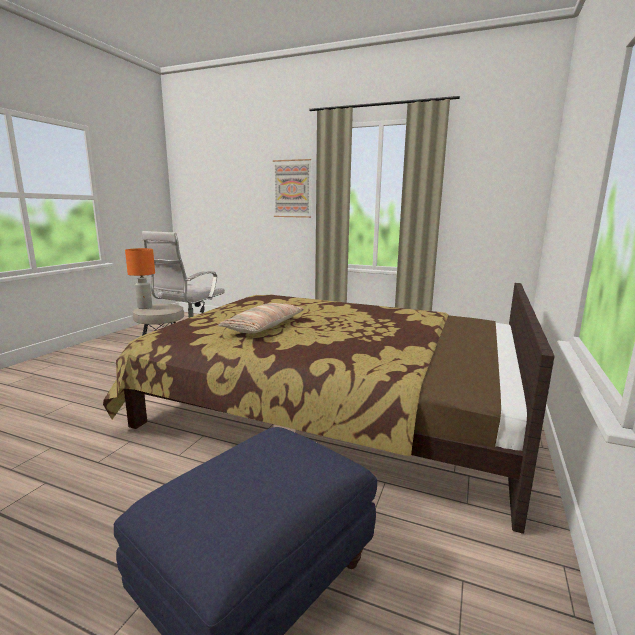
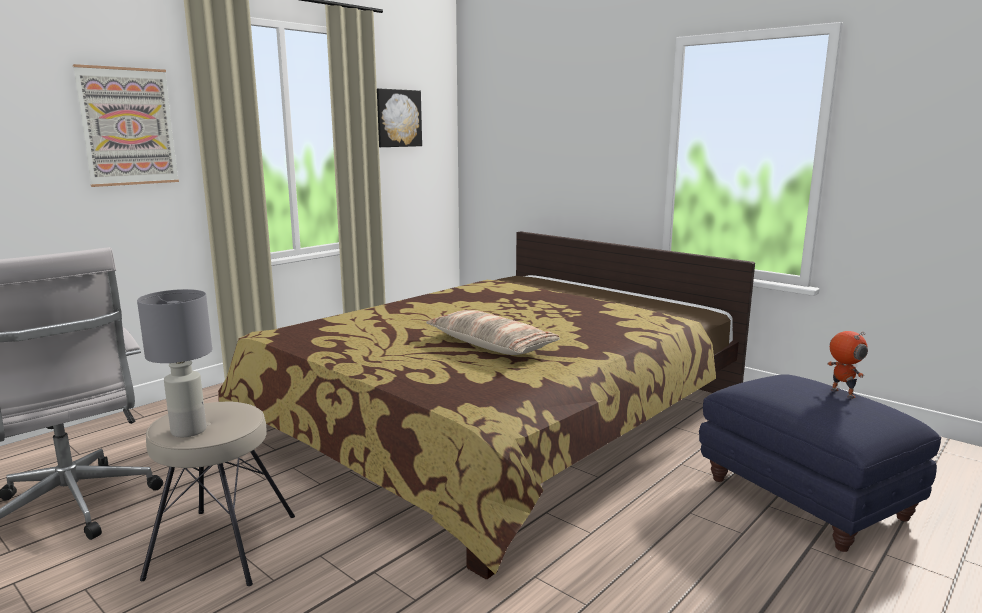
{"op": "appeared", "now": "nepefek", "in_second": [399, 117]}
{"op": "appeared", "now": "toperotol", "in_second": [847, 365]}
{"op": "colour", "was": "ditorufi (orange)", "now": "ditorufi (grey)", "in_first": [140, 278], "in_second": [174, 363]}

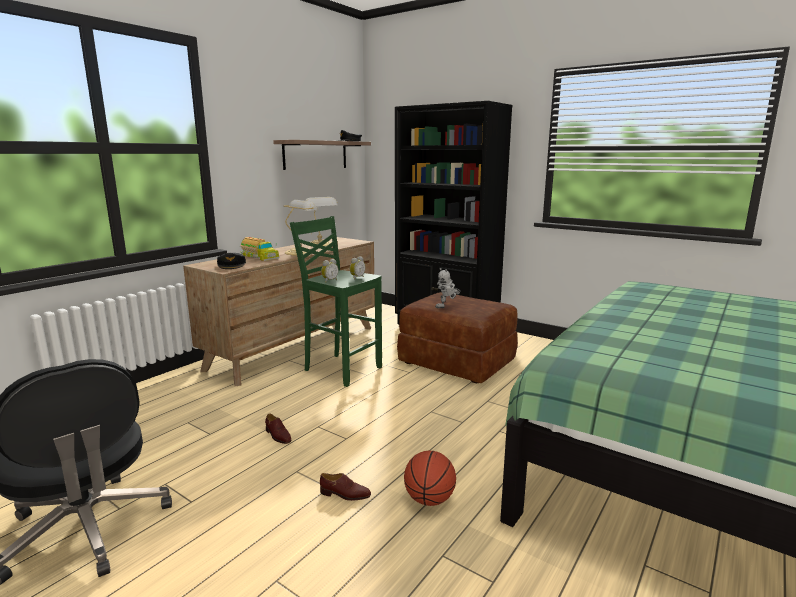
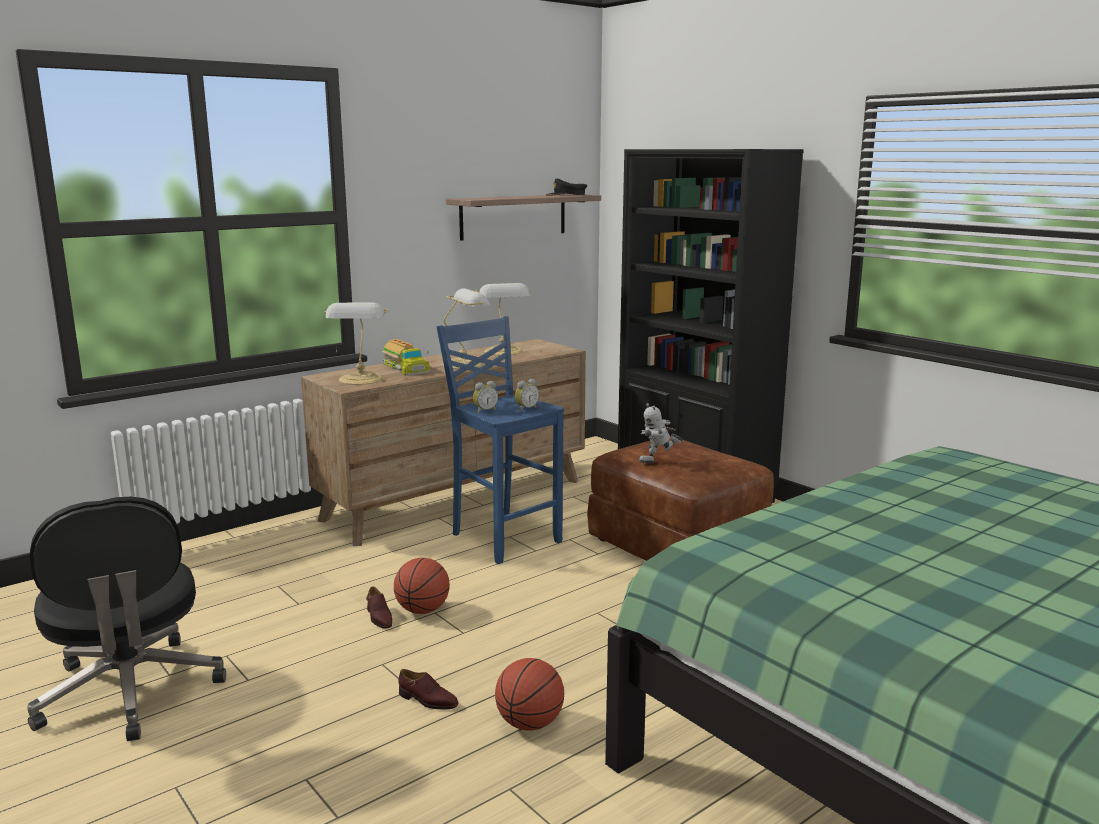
{"op": "appeared", "now": "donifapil", "in_second": [422, 586]}
{"op": "exchanged", "was": "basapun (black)", "now": "ditorufi", "in_first": [231, 261], "in_second": [356, 344]}
{"op": "colour", "was": "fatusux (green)", "now": "fatusux (blue)", "in_first": [336, 301], "in_second": [500, 440]}

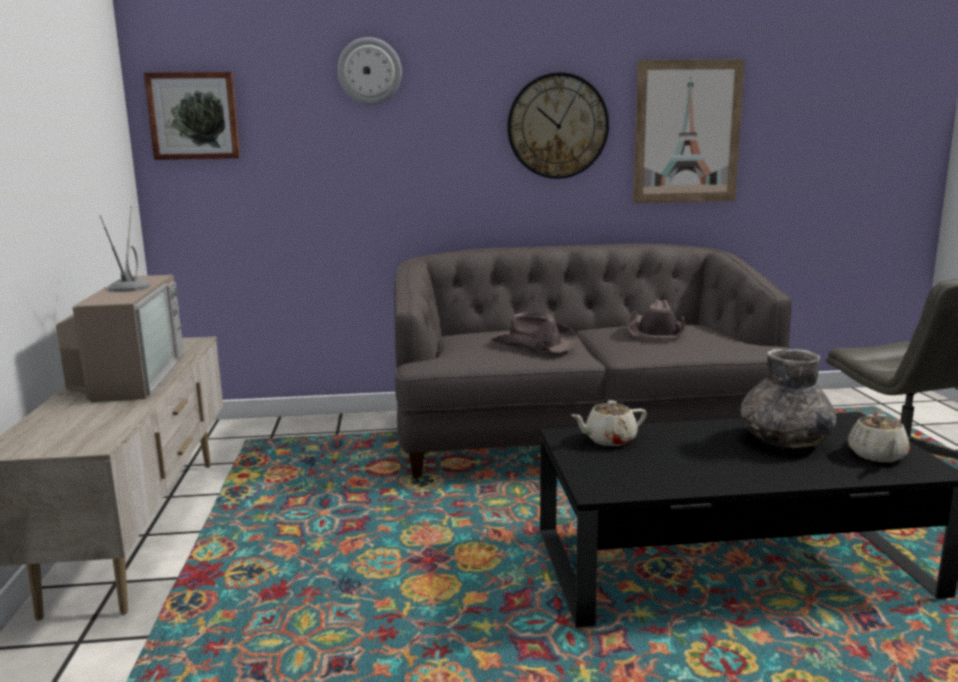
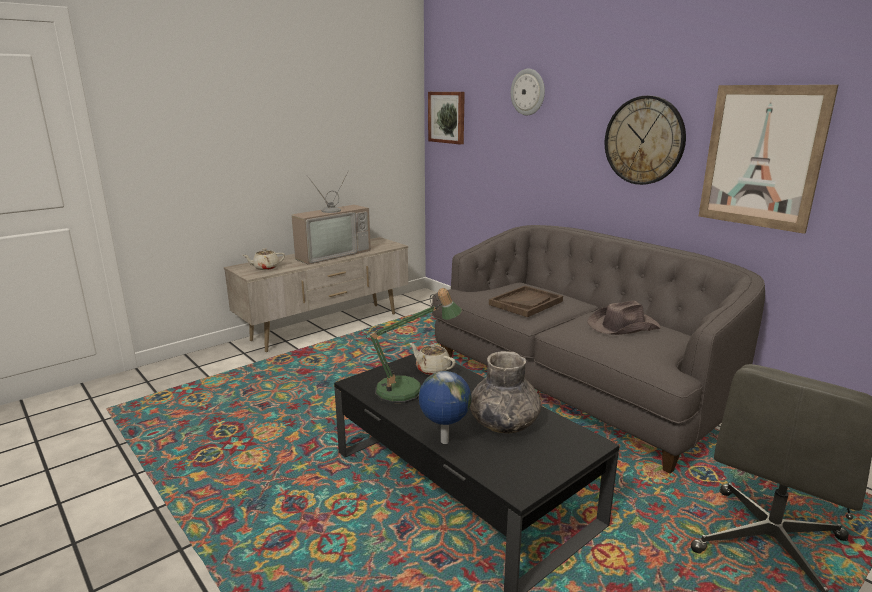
{"op": "appeared", "now": "ditorufi", "in_second": [414, 346]}
{"op": "appeared", "now": "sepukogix", "in_second": [445, 407]}
{"op": "relocated", "was": "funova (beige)", "in_first": [879, 437], "in_second": [264, 259]}
{"op": "exchanged", "was": "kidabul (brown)", "now": "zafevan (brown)", "in_first": [535, 332], "in_second": [526, 301]}

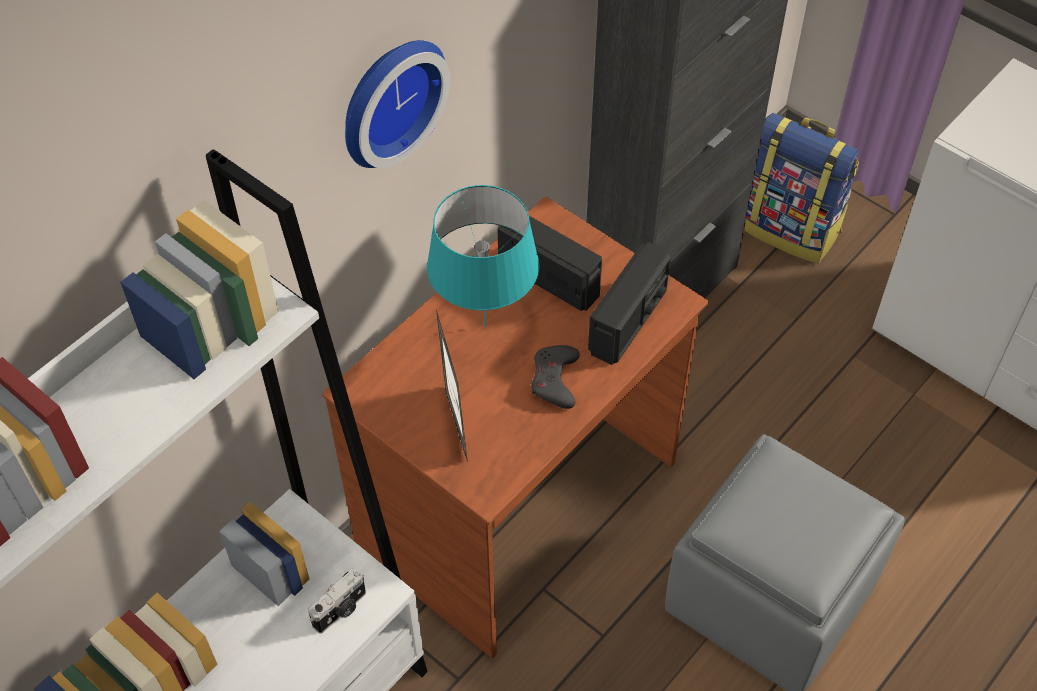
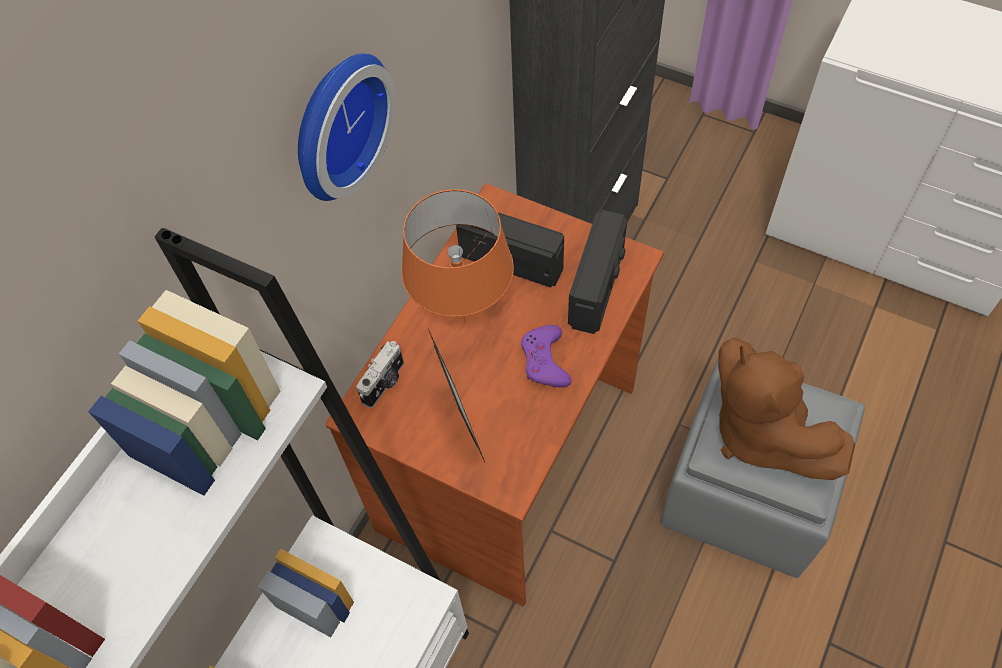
{"op": "missing", "was": "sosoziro", "in_first": [801, 188]}
{"op": "appeared", "now": "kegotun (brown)", "in_second": [786, 408]}
{"op": "relocated", "was": "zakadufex", "in_first": [337, 601], "in_second": [380, 374]}
{"op": "colour", "was": "ditorufi (turquoise)", "now": "ditorufi (orange)", "in_first": [483, 256], "in_second": [457, 256]}
{"op": "colour", "was": "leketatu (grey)", "now": "leketatu (purple)", "in_first": [555, 377], "in_second": [546, 356]}

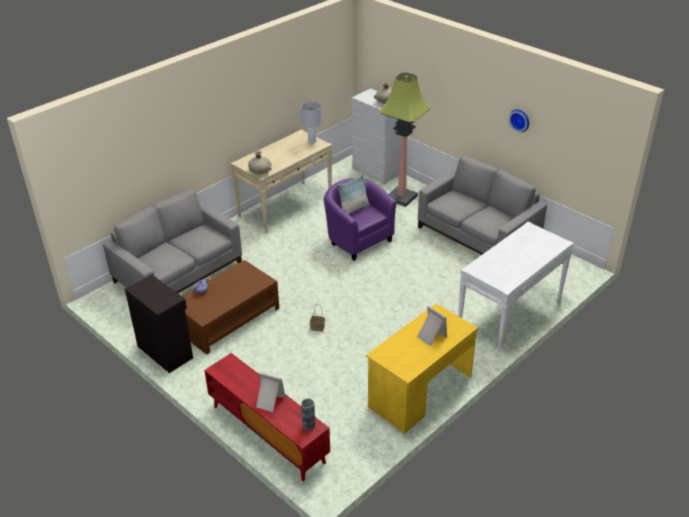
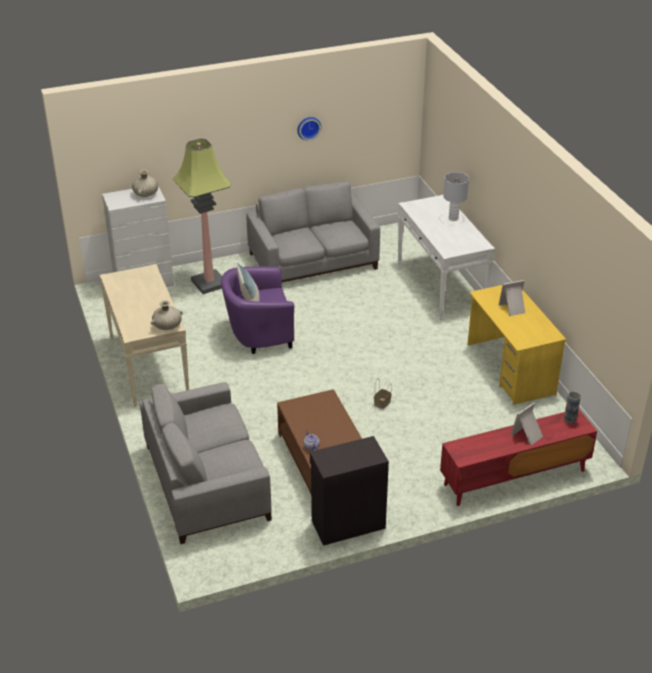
{"op": "relocated", "was": "ditorufi (grey)", "in_first": [311, 123], "in_second": [456, 196]}

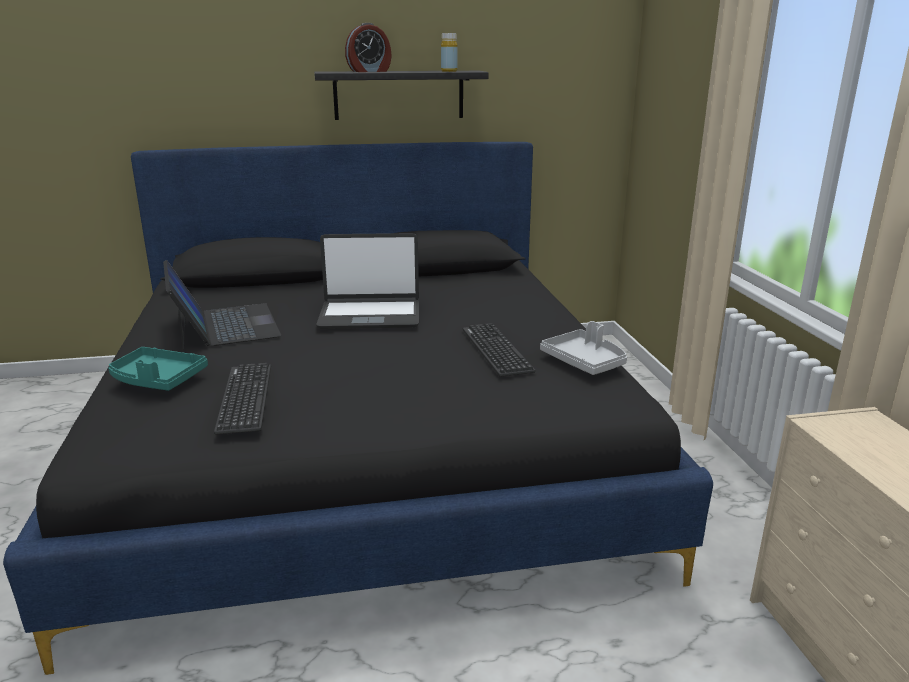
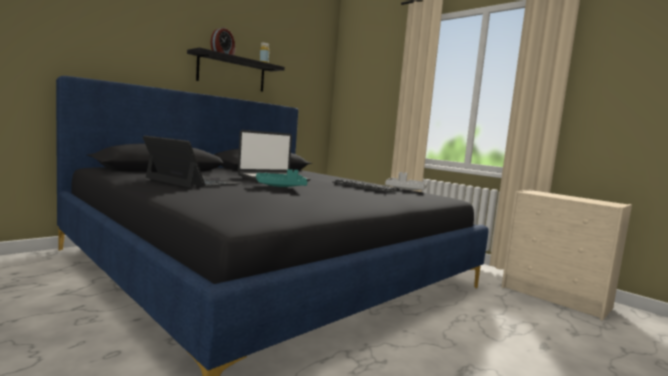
{"op": "missing", "was": "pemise", "in_first": [242, 398]}
{"op": "relocated", "was": "zafevan (turquoise)", "in_first": [158, 369], "in_second": [282, 178]}

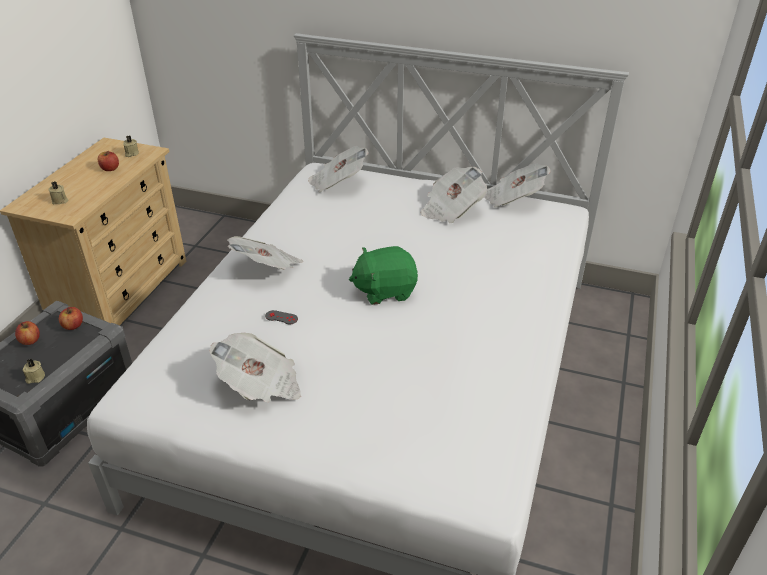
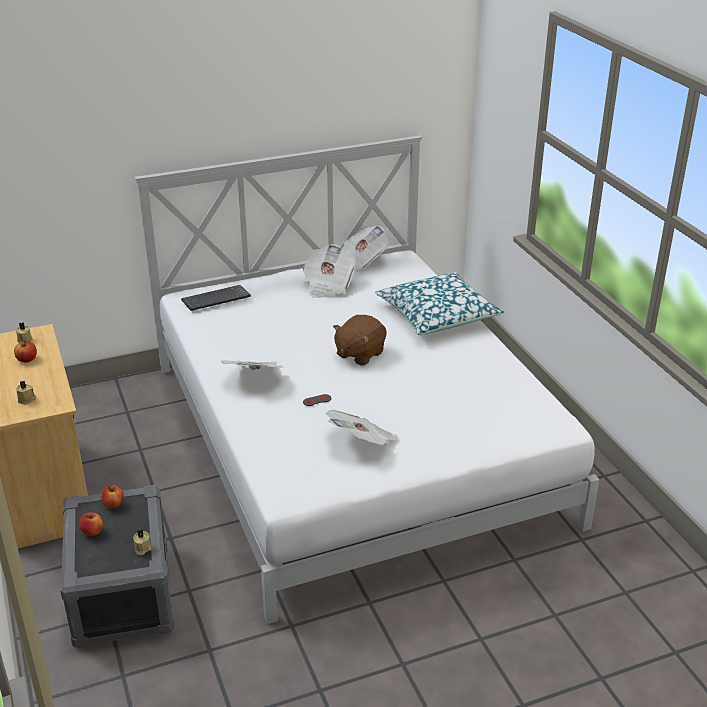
{"op": "appeared", "now": "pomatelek", "in_second": [440, 303]}
{"op": "exchanged", "was": "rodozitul", "now": "pemise", "in_first": [338, 169], "in_second": [216, 298]}
{"op": "colour", "was": "kegotun (green)", "now": "kegotun (brown)", "in_first": [383, 275], "in_second": [360, 340]}

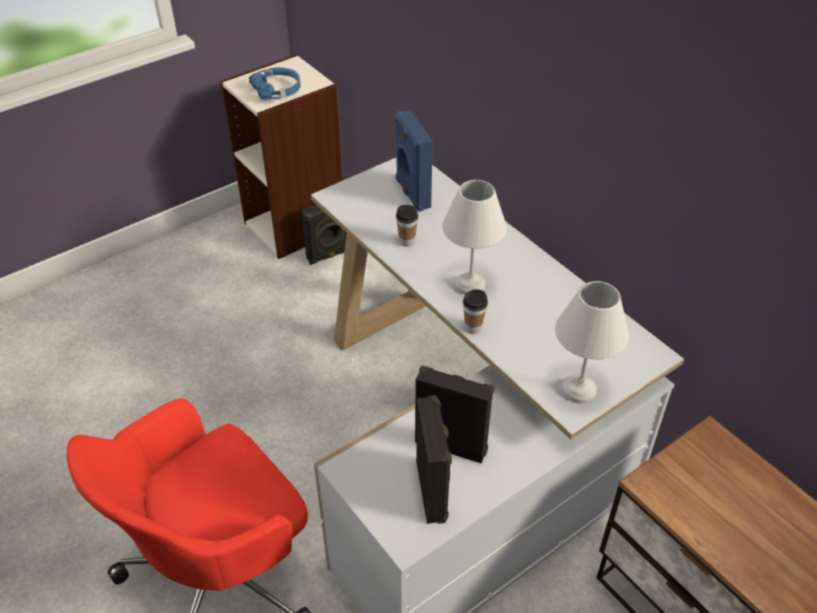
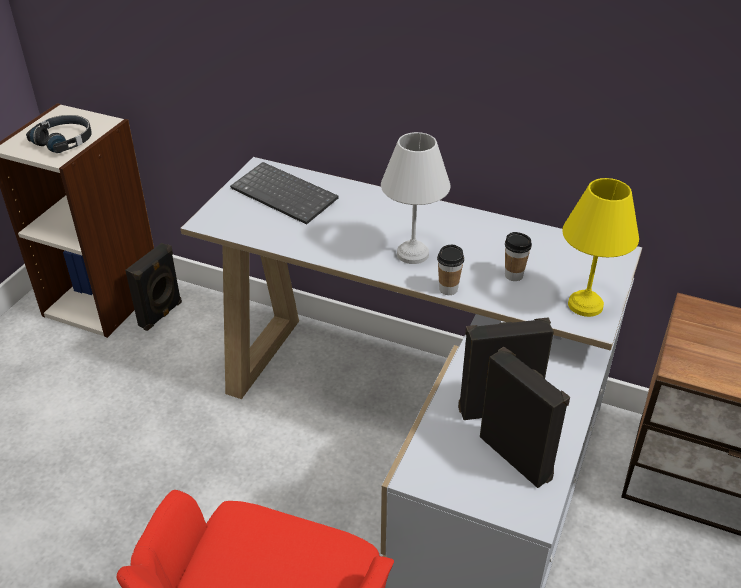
{"op": "relocated", "was": "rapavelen", "in_first": [407, 226], "in_second": [518, 256]}
{"op": "exchanged", "was": "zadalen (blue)", "now": "pemise", "in_first": [414, 161], "in_second": [284, 193]}
{"op": "colour", "was": "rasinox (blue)", "now": "rasinox (black)", "in_first": [275, 83], "in_second": [59, 134]}
{"op": "colour", "was": "ditorufi (white)", "now": "ditorufi (yellow)", "in_first": [592, 342], "in_second": [600, 247]}

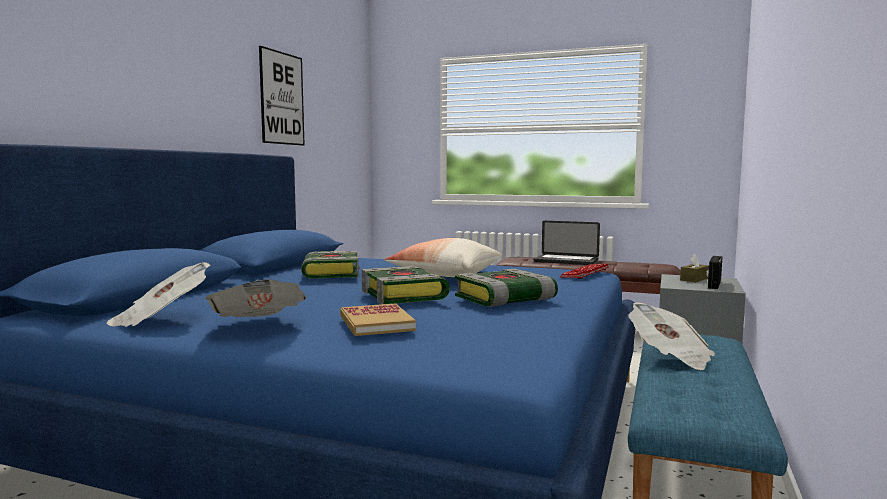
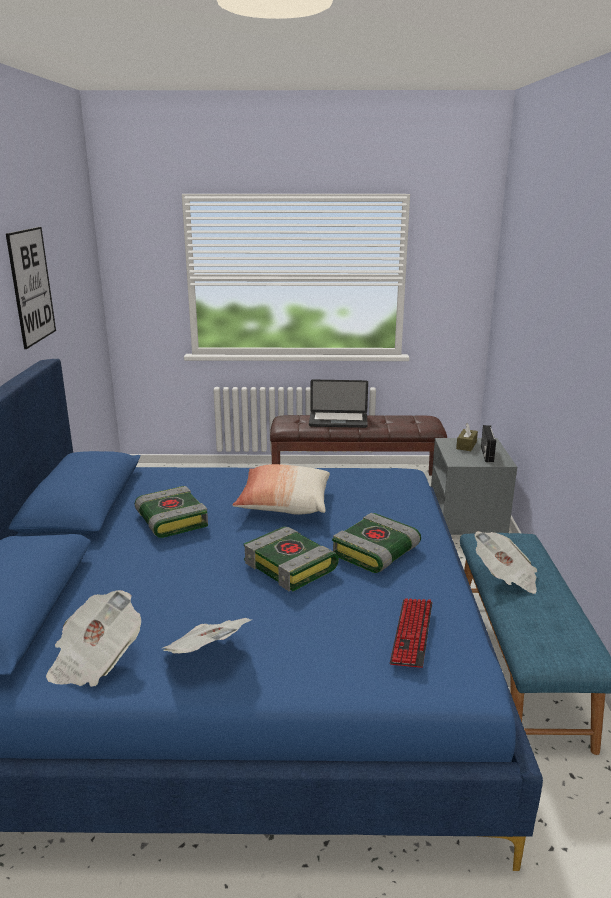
{"op": "missing", "was": "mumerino", "in_first": [378, 319]}
{"op": "relocated", "was": "pemise", "in_first": [584, 271], "in_second": [411, 633]}

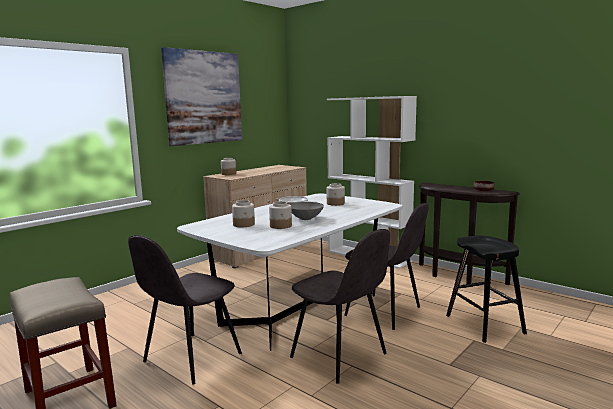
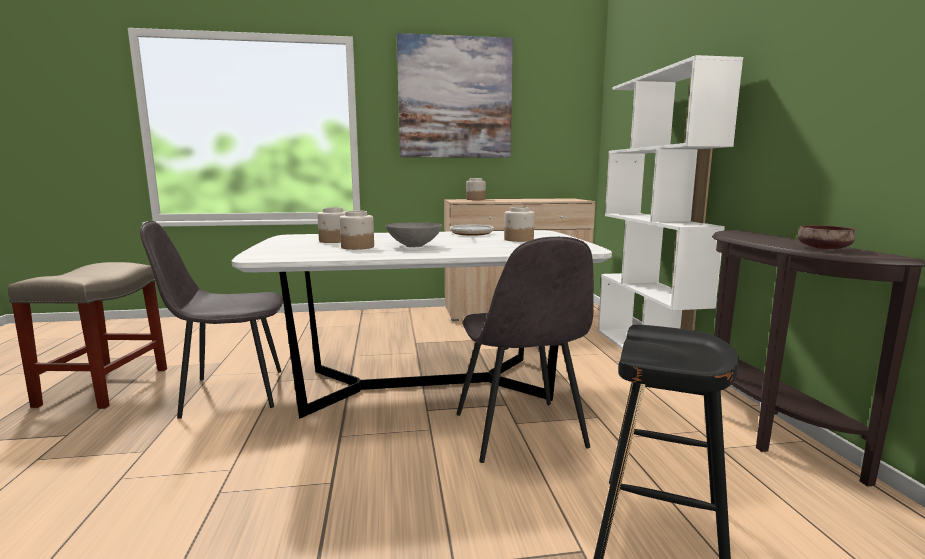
{"op": "missing", "was": "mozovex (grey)", "in_first": [340, 306]}

